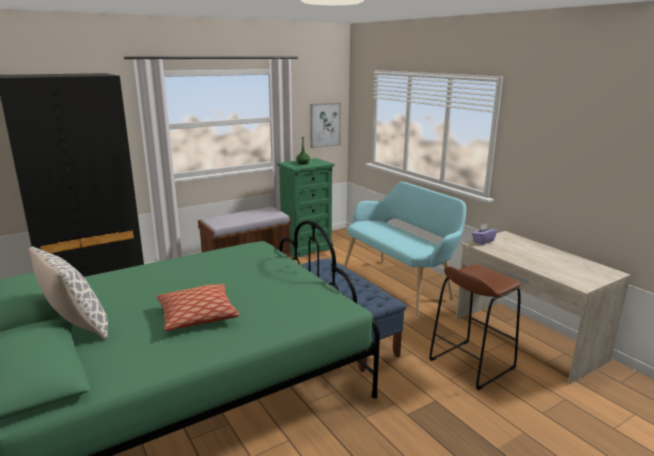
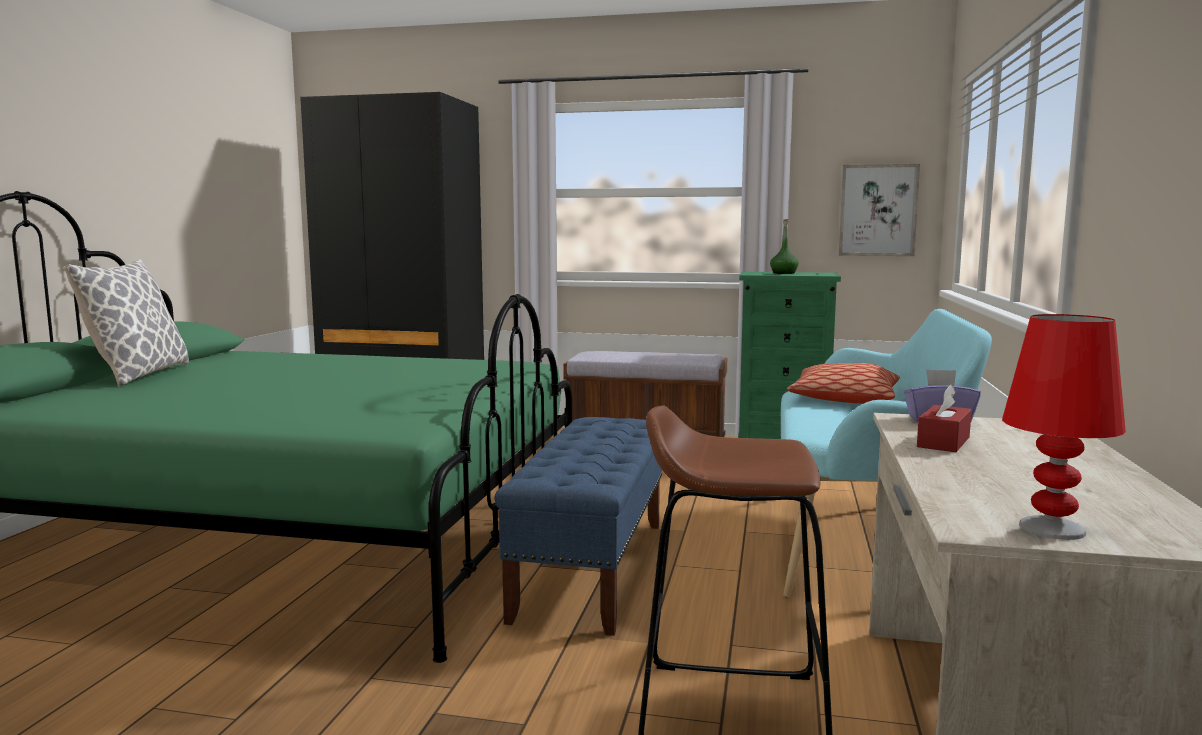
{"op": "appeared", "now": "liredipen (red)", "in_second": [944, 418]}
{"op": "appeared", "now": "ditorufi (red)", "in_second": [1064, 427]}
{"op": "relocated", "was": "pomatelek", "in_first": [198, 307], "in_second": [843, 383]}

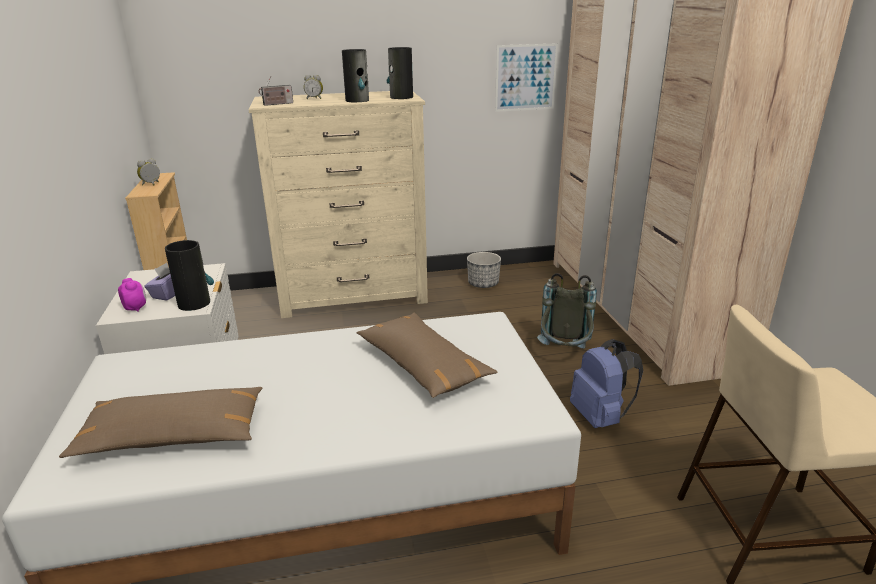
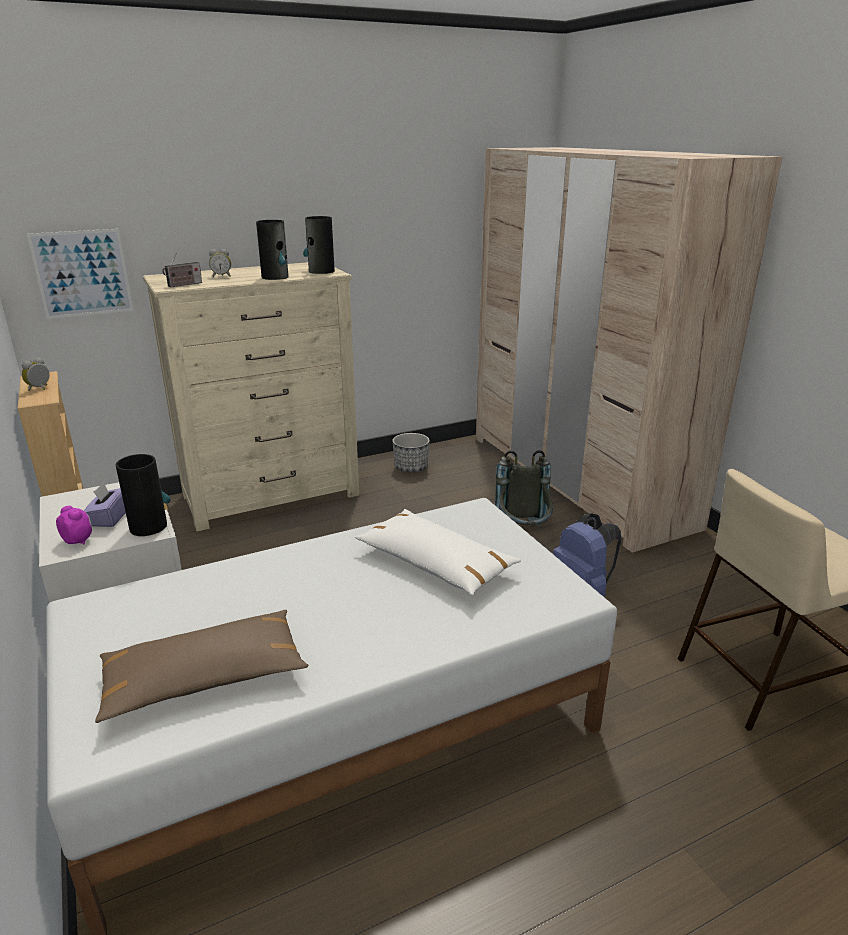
{"op": "relocated", "was": "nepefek", "in_first": [526, 77], "in_second": [80, 274]}
{"op": "colour", "was": "pomatelek (brown)", "now": "pomatelek (white)", "in_first": [427, 355], "in_second": [438, 552]}

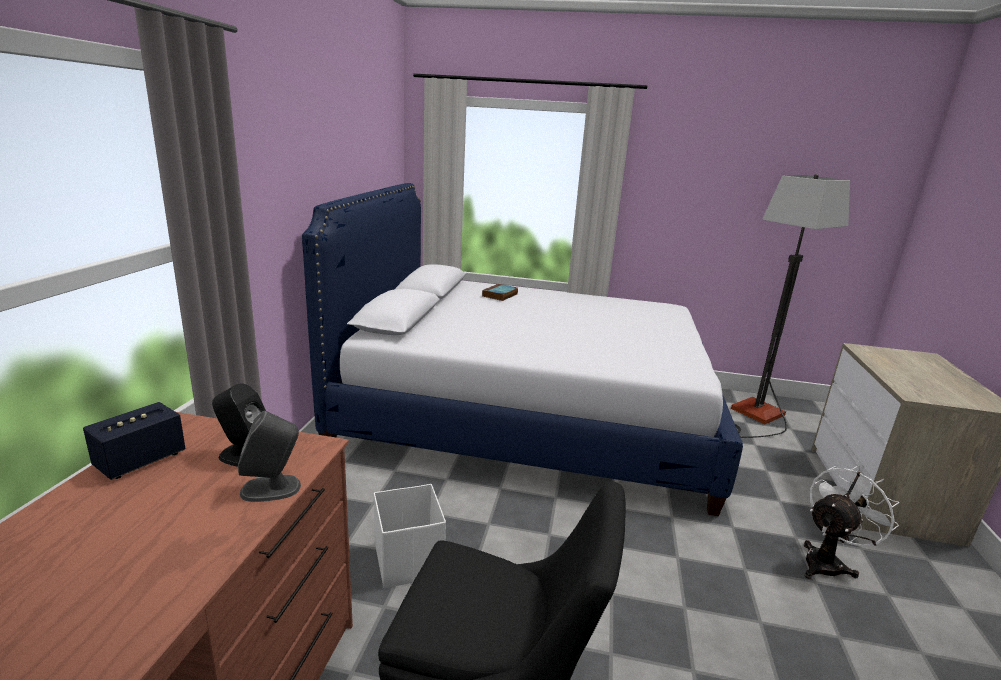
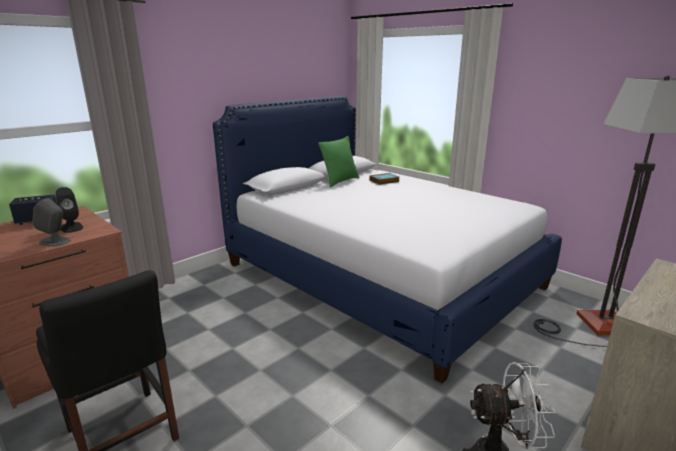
{"op": "missing", "was": "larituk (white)", "in_first": [410, 536]}
{"op": "appeared", "now": "pomatelek (green)", "in_second": [338, 161]}

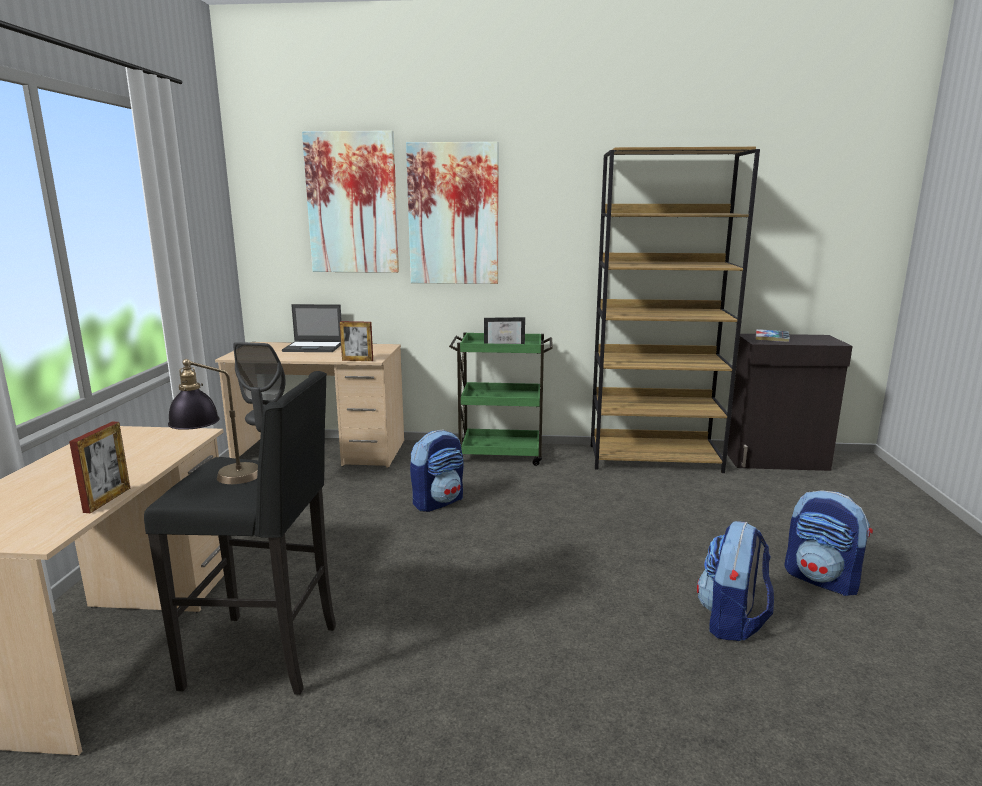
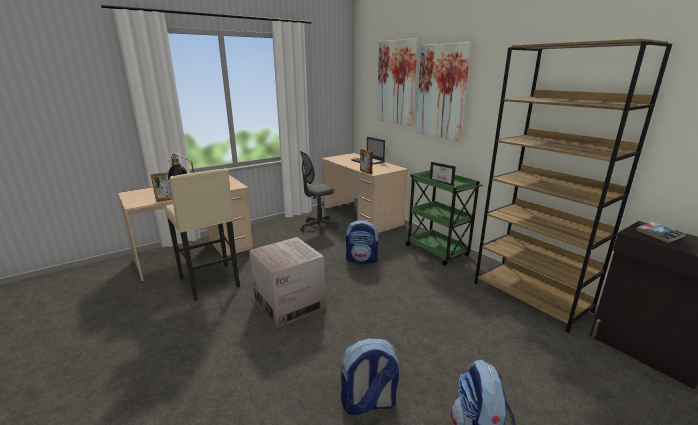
{"op": "appeared", "now": "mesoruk", "in_second": [287, 282]}
{"op": "colour", "was": "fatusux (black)", "now": "fatusux (beige)", "in_first": [240, 533], "in_second": [202, 234]}

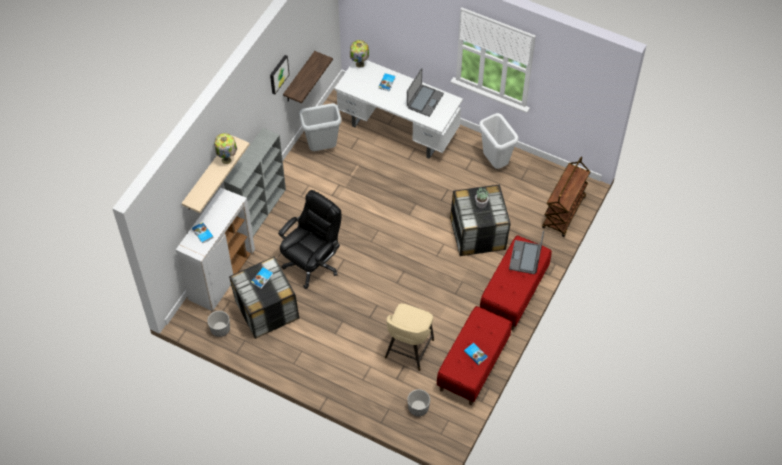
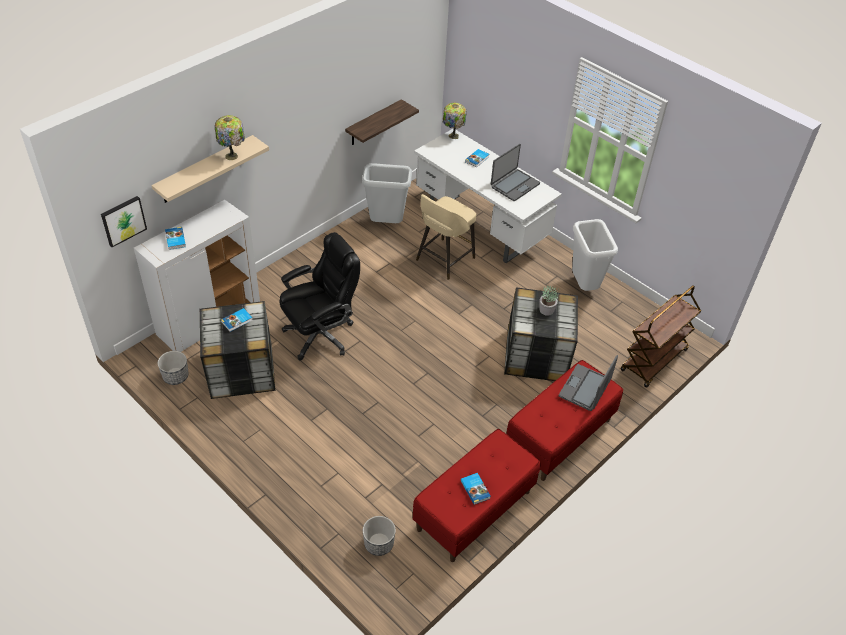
{"op": "missing", "was": "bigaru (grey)", "in_first": [255, 182]}
{"op": "relocated", "was": "nepefek", "in_first": [280, 75], "in_second": [124, 221]}
{"op": "relocated", "was": "fatusux (beige)", "in_first": [409, 337], "in_second": [446, 237]}

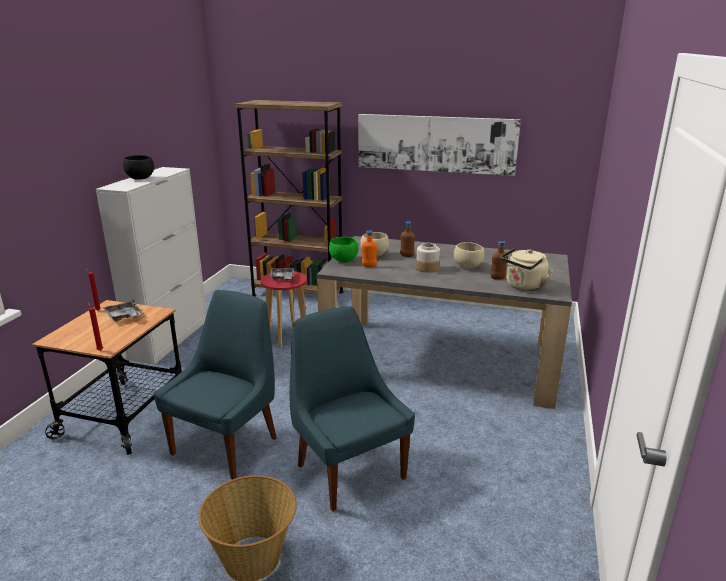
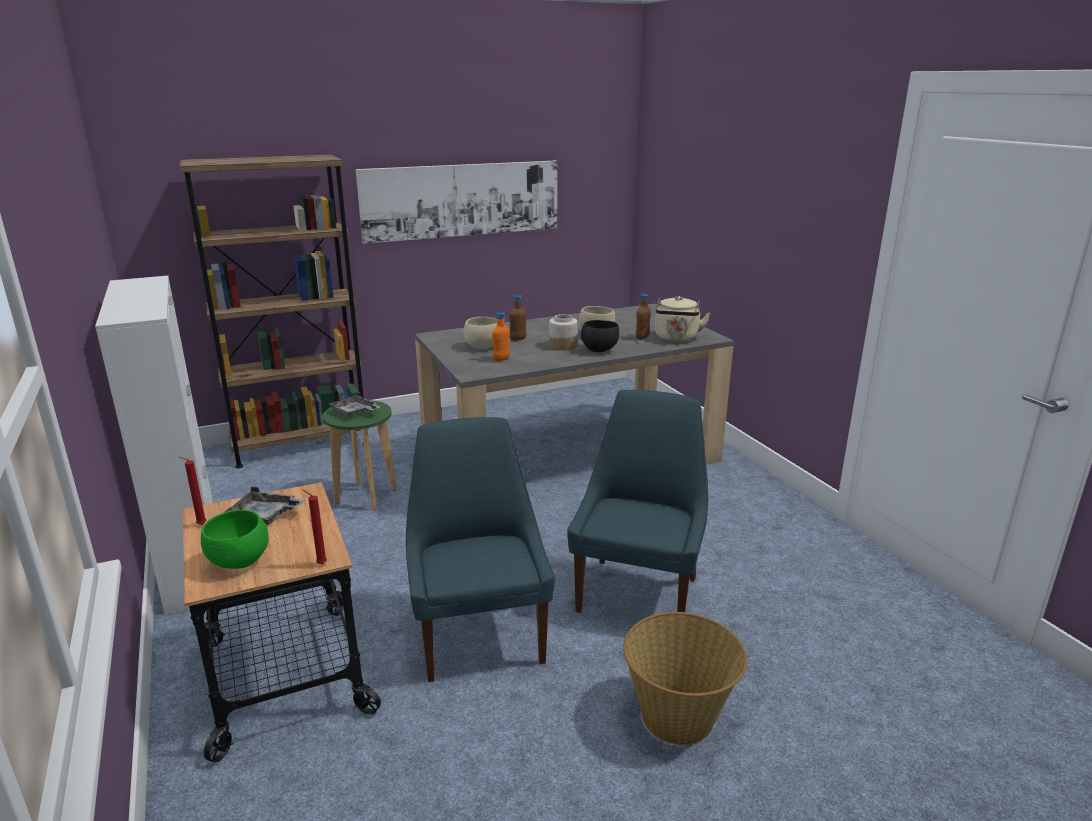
{"op": "relocated", "was": "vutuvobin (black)", "in_first": [138, 167], "in_second": [600, 336]}
{"op": "relocated", "was": "vutuvobin (green)", "in_first": [343, 250], "in_second": [234, 539]}
{"op": "colour", "was": "fatusux (red)", "now": "fatusux (green)", "in_first": [284, 309], "in_second": [360, 455]}
{"op": "spun", "was": "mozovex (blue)", "in_first": [352, 408], "in_second": [637, 501], "clockwise": 90}

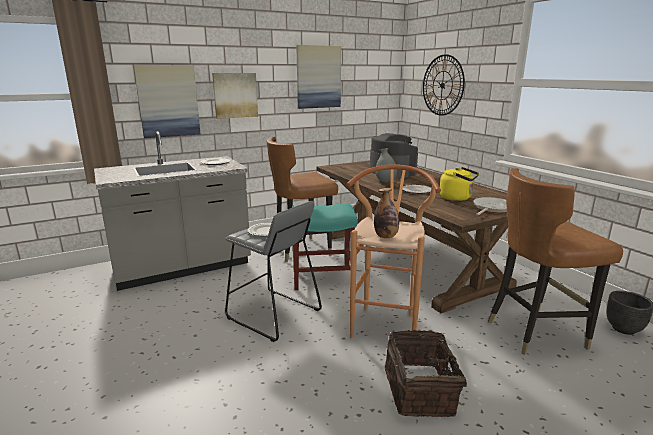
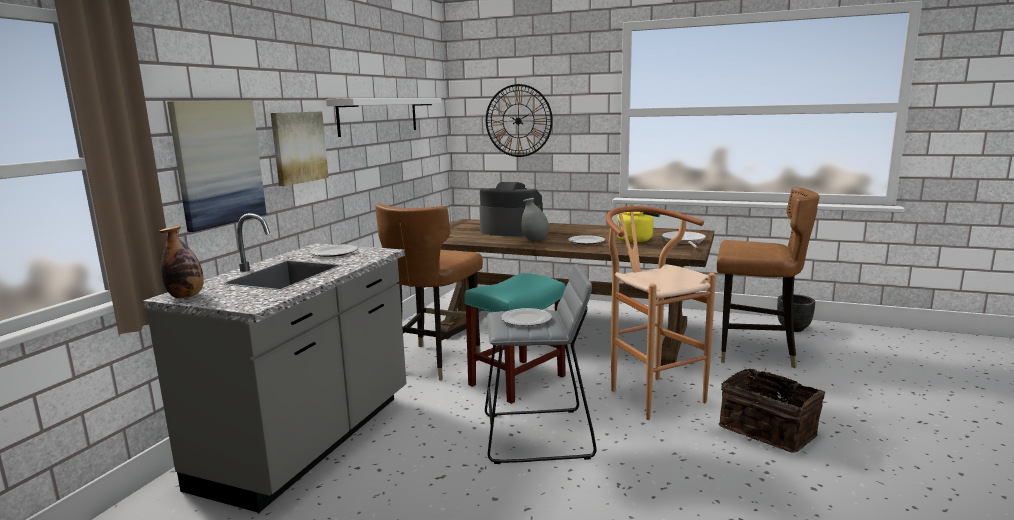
{"op": "relocated", "was": "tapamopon", "in_first": [386, 213], "in_second": [181, 261]}
{"op": "exchanged", "was": "nepefek", "now": "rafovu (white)", "in_first": [318, 77], "in_second": [384, 117]}
{"op": "spun", "was": "mozovex (brown)", "in_first": [555, 261], "in_second": [768, 277], "clockwise": -105}

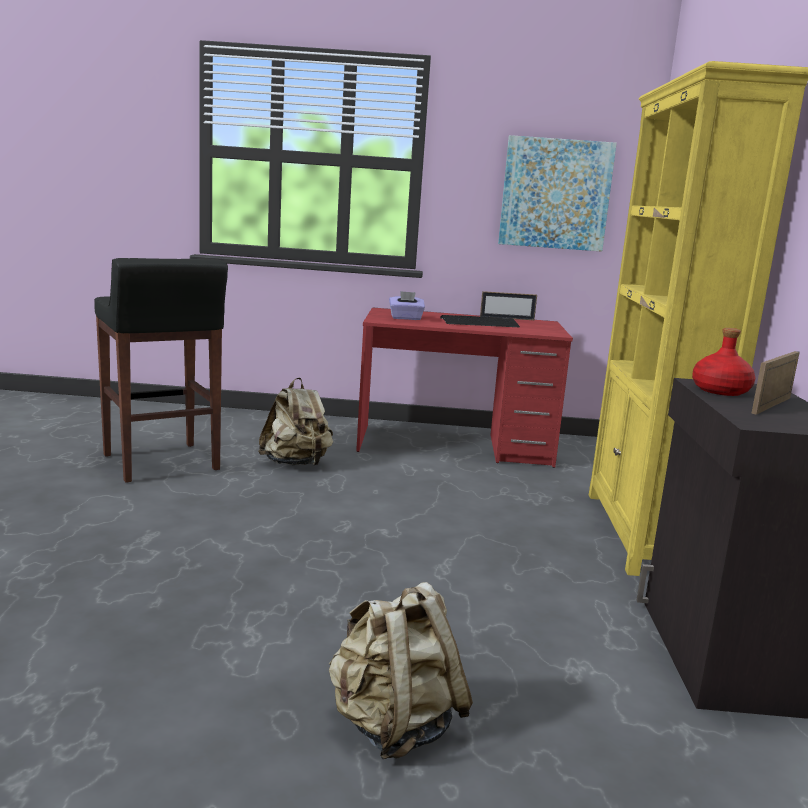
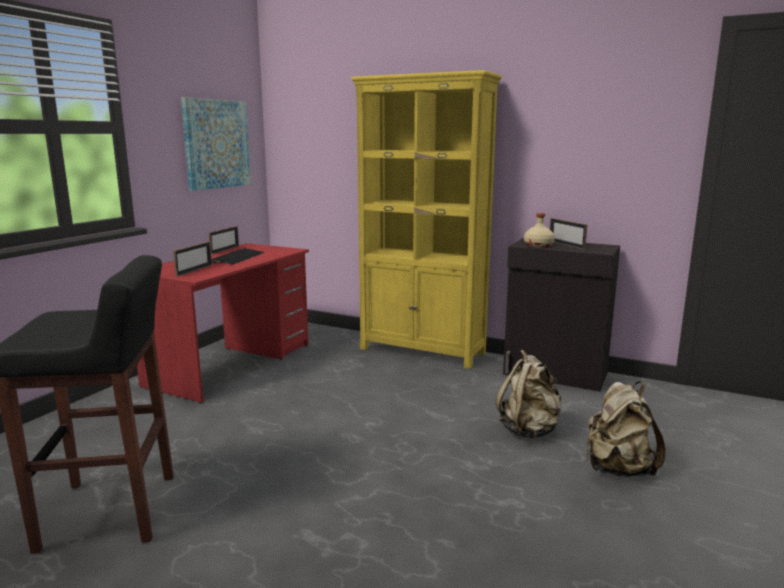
{"op": "relocated", "was": "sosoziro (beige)", "in_first": [295, 422], "in_second": [528, 394]}
{"op": "exchanged", "was": "liredipen (purple)", "now": "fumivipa", "in_first": [407, 305], "in_second": [192, 259]}
{"op": "colour", "was": "tapamopon (red)", "now": "tapamopon (beige)", "in_first": [724, 362], "in_second": [539, 230]}

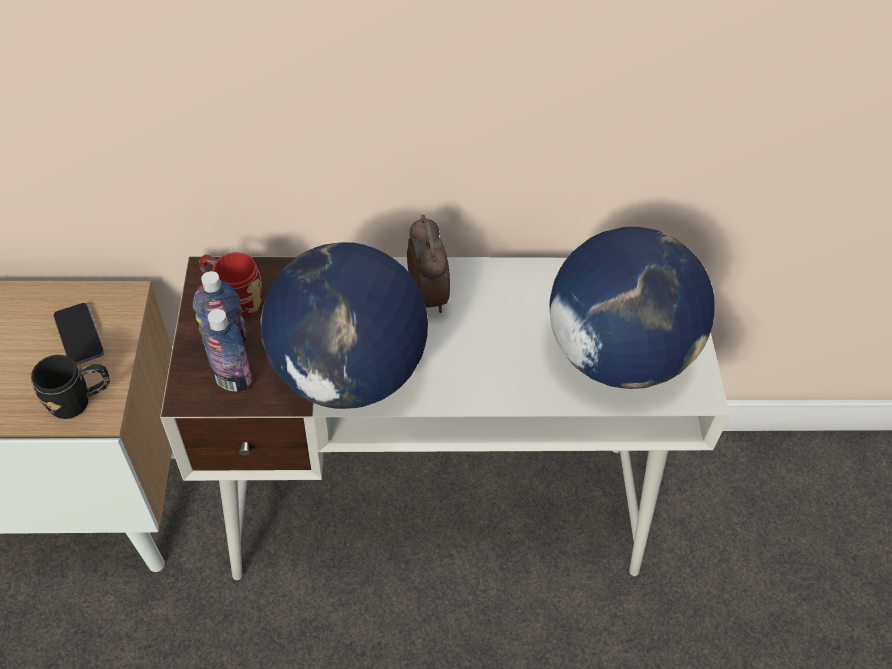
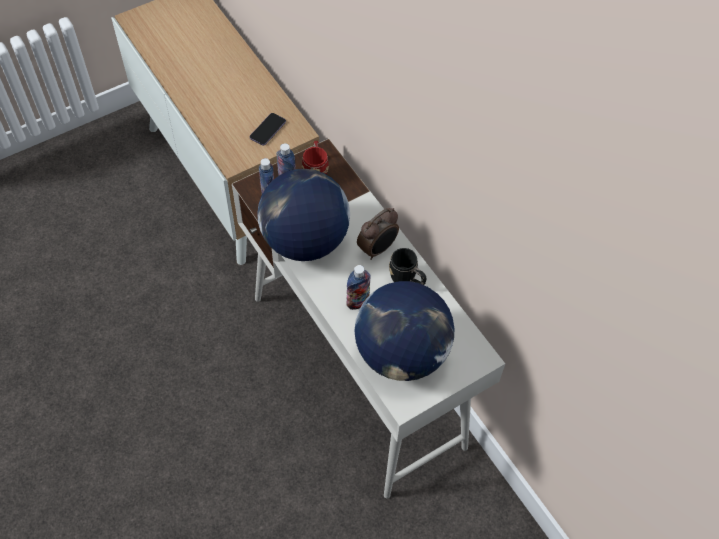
{"op": "appeared", "now": "tapamopon", "in_second": [358, 287]}
{"op": "relocated", "was": "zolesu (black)", "in_first": [70, 387], "in_second": [407, 266]}

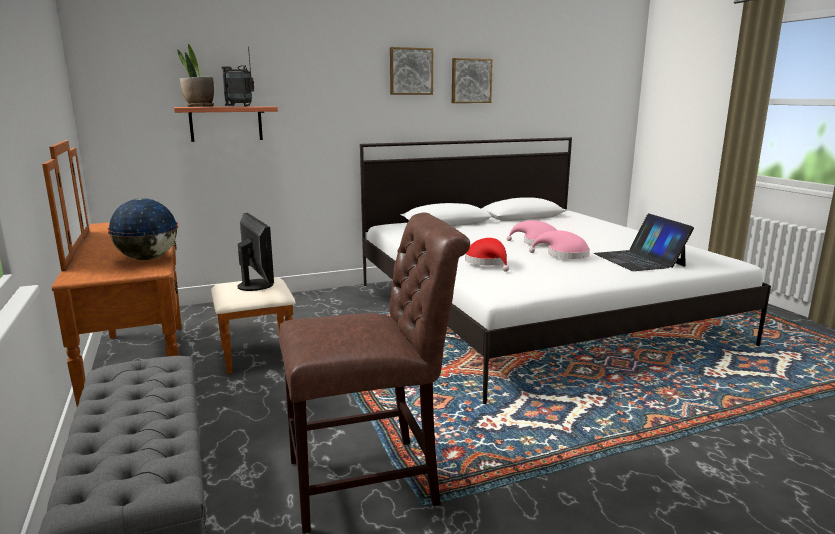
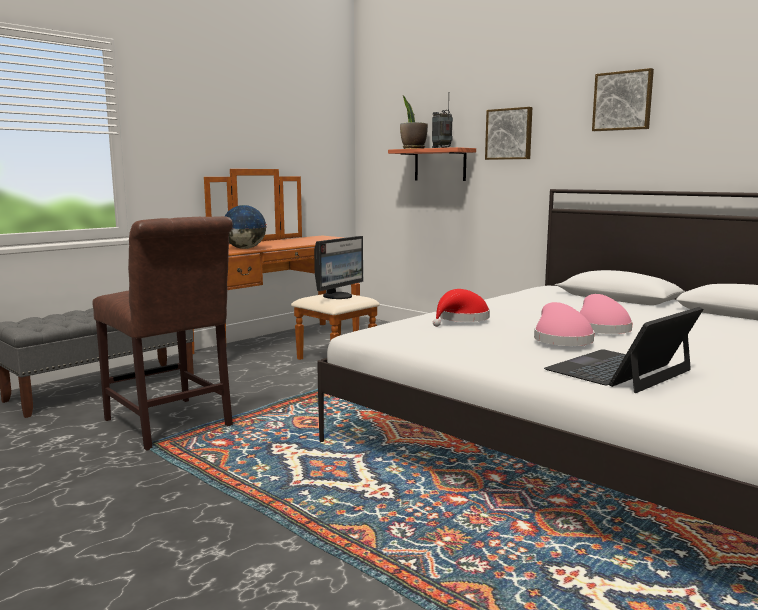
{"op": "relocated", "was": "nepefek", "in_first": [472, 80], "in_second": [508, 133]}

